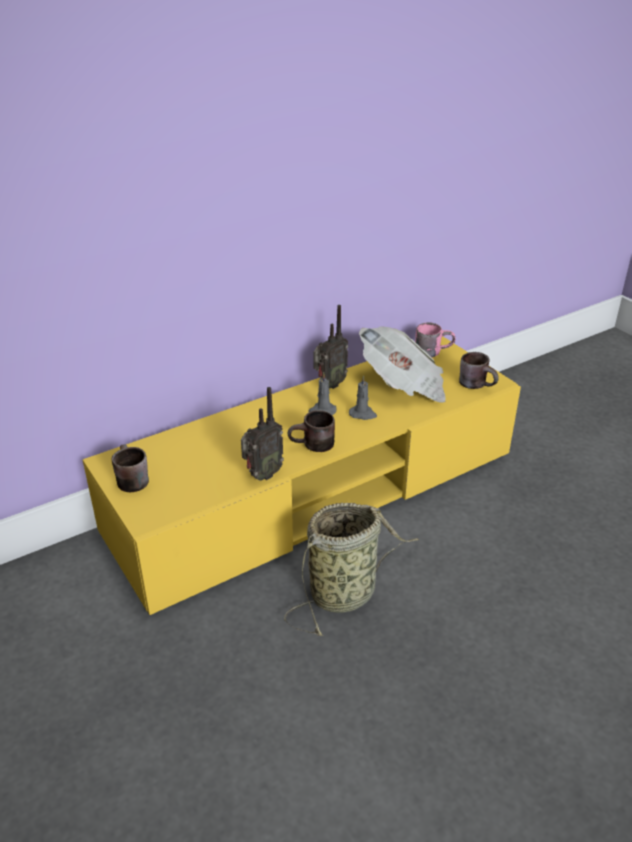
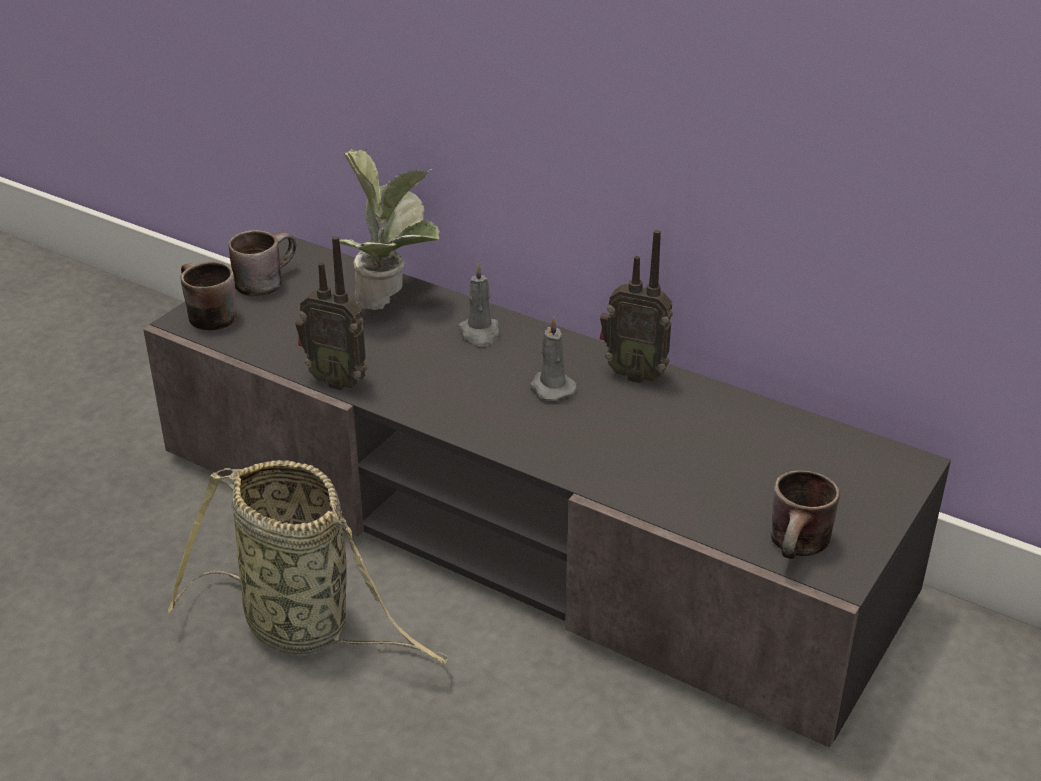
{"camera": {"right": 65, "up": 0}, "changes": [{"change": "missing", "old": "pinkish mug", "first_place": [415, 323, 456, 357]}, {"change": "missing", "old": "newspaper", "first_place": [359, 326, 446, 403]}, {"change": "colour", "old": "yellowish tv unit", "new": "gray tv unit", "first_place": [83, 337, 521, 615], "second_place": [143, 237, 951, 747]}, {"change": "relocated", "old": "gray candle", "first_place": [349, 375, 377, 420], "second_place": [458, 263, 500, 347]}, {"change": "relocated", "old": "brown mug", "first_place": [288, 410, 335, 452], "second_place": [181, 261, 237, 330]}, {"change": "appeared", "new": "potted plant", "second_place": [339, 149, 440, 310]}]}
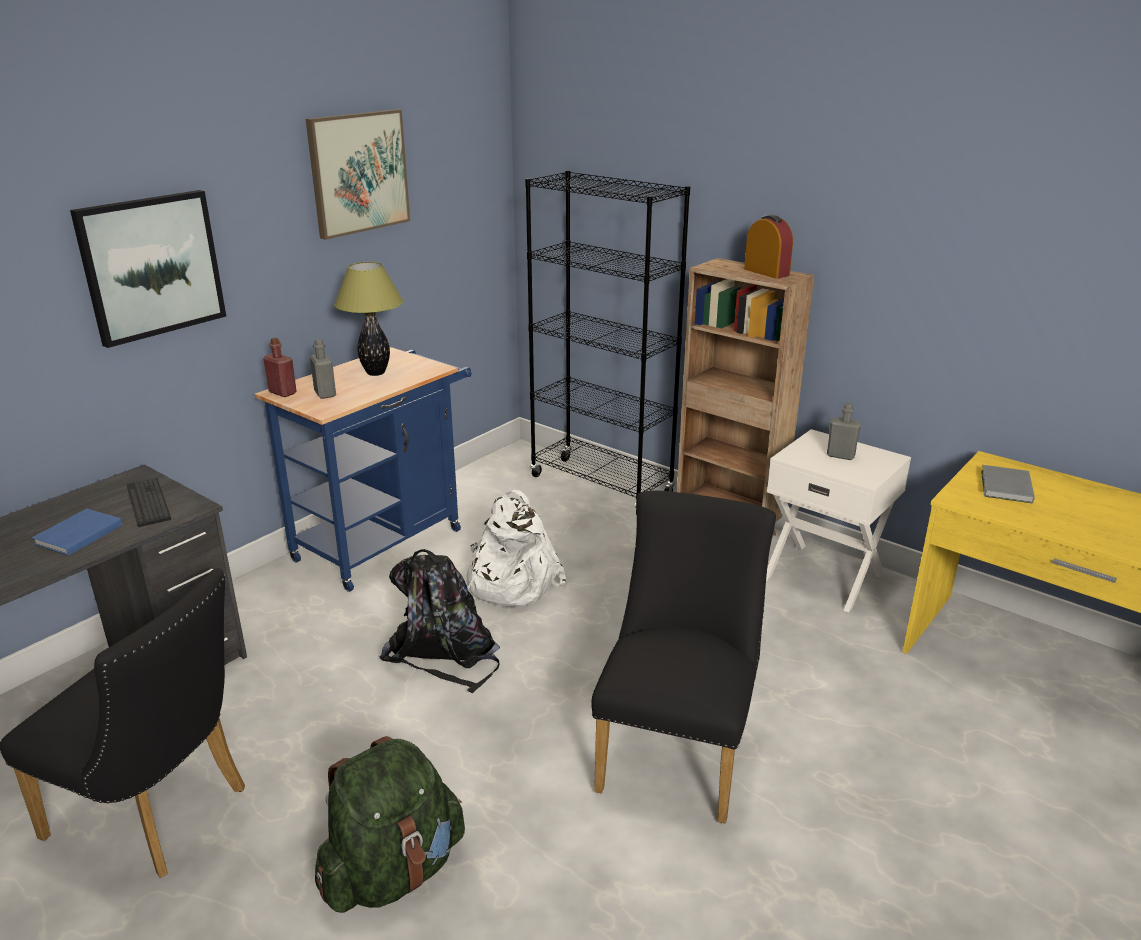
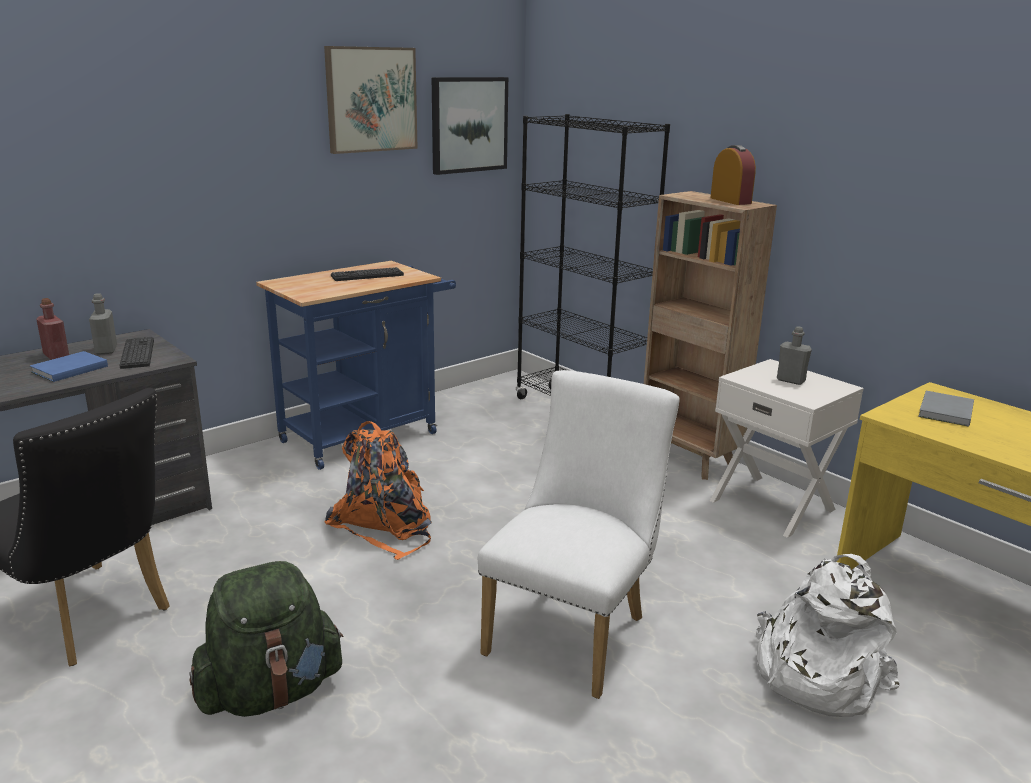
{"camera": {"right": 10, "up": -5}, "changes": [{"change": "relocated", "old": "wall art", "first_place": [70, 190, 226, 348], "second_place": [432, 77, 508, 175]}, {"change": "exchanged", "old": "lamp for a table", "new": "PC keyboard", "first_place": [334, 262, 403, 376], "second_place": [331, 267, 404, 281]}, {"change": "relocated", "old": "red-coloured beverage bottle", "first_place": [263, 338, 297, 397], "second_place": [36, 298, 69, 360]}, {"change": "relocated", "old": "gray beverage bottle", "first_place": [310, 339, 336, 399], "second_place": [89, 293, 117, 354]}, {"change": "relocated", "old": "white rucksack", "first_place": [467, 490, 566, 607], "second_place": [756, 554, 900, 717]}, {"change": "colour", "old": "blackish chair", "new": "white chair", "first_place": [591, 490, 776, 824], "second_place": [478, 370, 680, 699]}, {"change": "colour", "old": "blackish rucksack", "new": "orangey rucksack", "first_place": [380, 549, 500, 693], "second_place": [325, 421, 432, 560]}]}
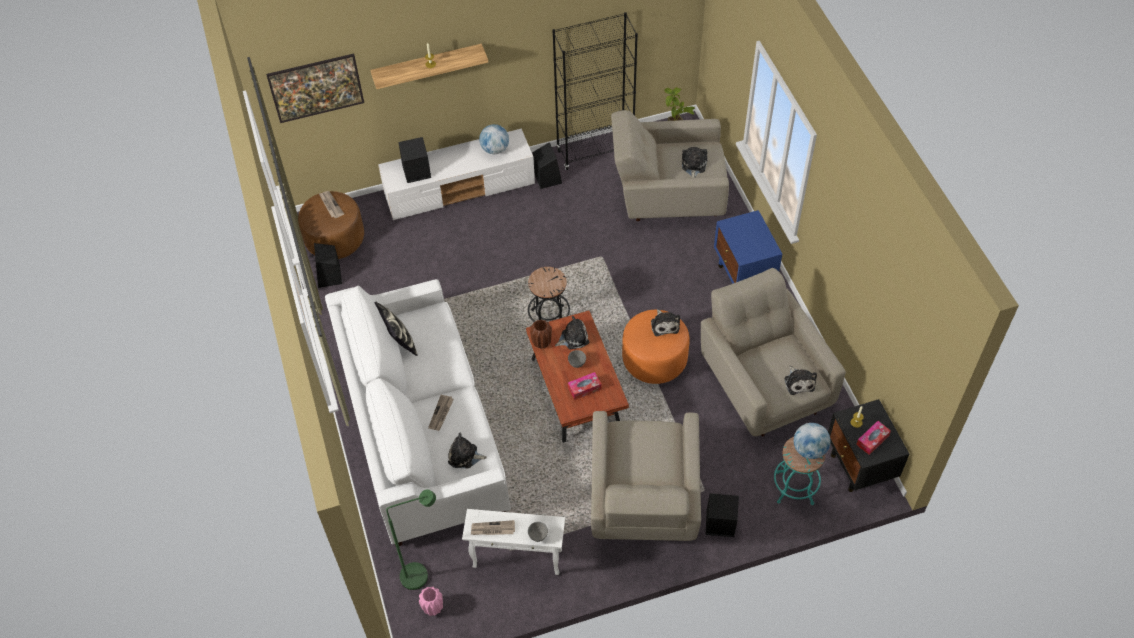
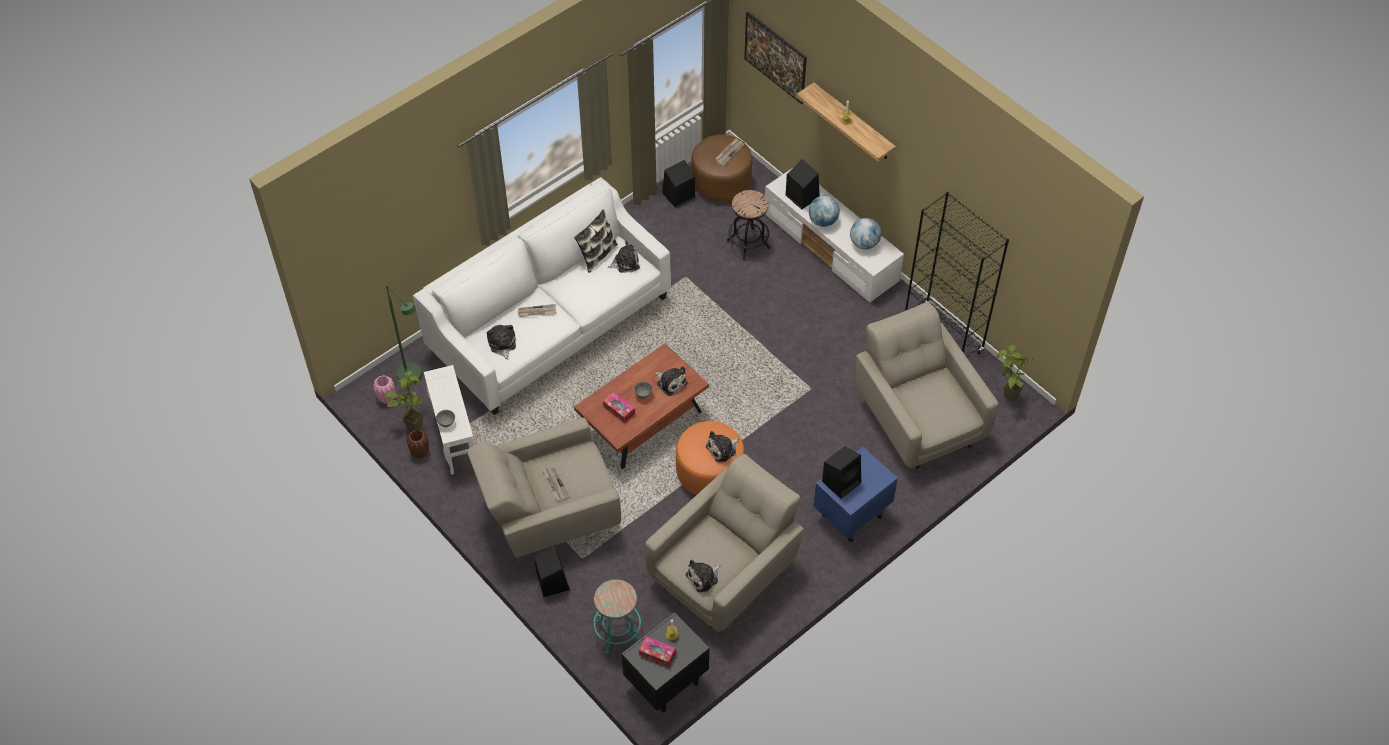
{"camera": {"right": 65, "up": 0}, "changes": [{"change": "relocated", "old": "blackish speaker", "first_place": [533, 142, 562, 189], "second_place": [822, 446, 861, 499]}, {"change": "relocated", "old": "plush toy", "first_place": [682, 147, 707, 178], "second_place": [608, 241, 640, 273]}, {"change": "relocated", "old": "blackish sitting stool", "first_place": [528, 267, 570, 322], "second_place": [727, 190, 770, 261]}, {"change": "relocated", "old": "brown decorative vase", "first_place": [530, 320, 552, 349], "second_place": [406, 430, 429, 458]}, {"change": "relocated", "old": "globe", "first_place": [794, 423, 830, 459], "second_place": [809, 196, 840, 227]}, {"change": "relocated", "old": "newspaper", "first_place": [471, 520, 515, 535], "second_place": [542, 466, 570, 501]}, {"change": "appeared", "new": "potted plant", "second_place": [383, 371, 423, 431]}]}
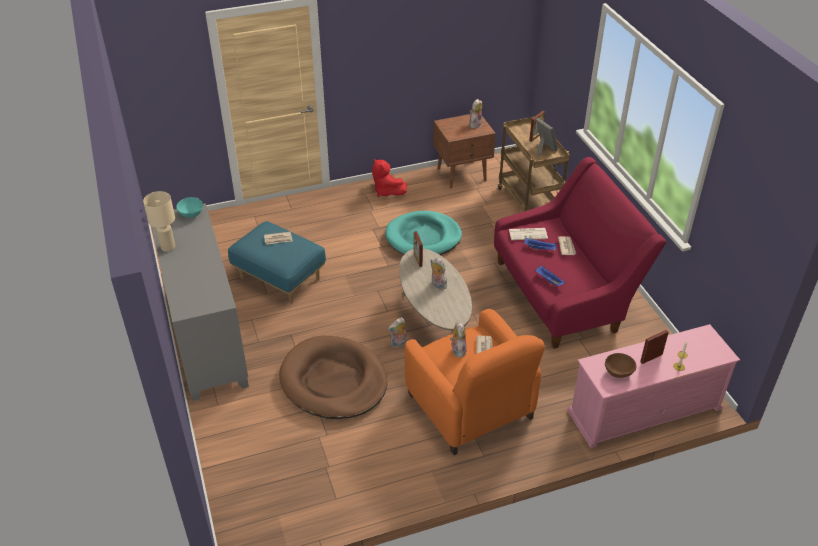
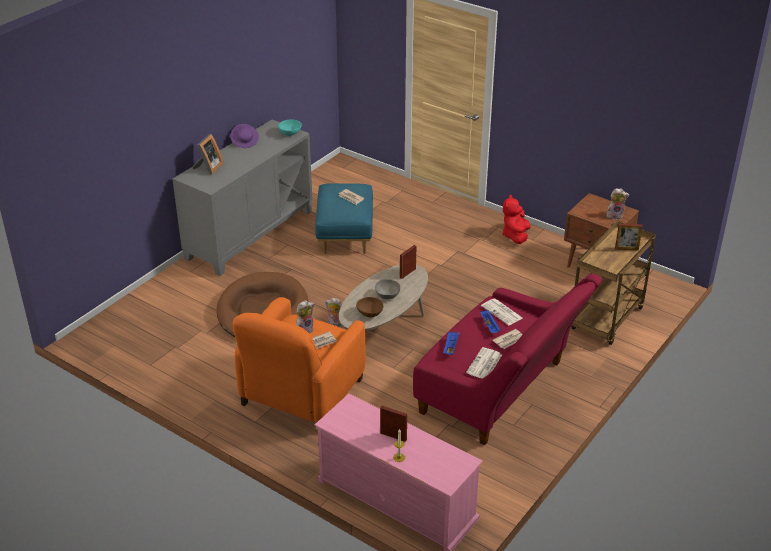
{"camera": {"right": 55, "up": -5}, "changes": [{"change": "relocated", "old": "photo frame", "first_place": [536, 118, 558, 157], "second_place": [193, 134, 224, 175]}, {"change": "exchanged", "old": "sand-coloured lamp for a table", "new": "purple clothing hat", "first_place": [143, 191, 175, 252], "second_place": [230, 124, 259, 148]}, {"change": "missing", "old": "blue-green pet bed", "first_place": [385, 211, 462, 255]}, {"change": "exchanged", "old": "plush toy", "new": "gray serving bowl", "first_place": [430, 258, 447, 290], "second_place": [375, 279, 401, 299]}, {"change": "relocated", "old": "brown serving bowl", "first_place": [605, 353, 636, 378], "second_place": [356, 297, 383, 317]}, {"change": "appeared", "new": "newspaper", "second_place": [466, 347, 502, 379]}]}
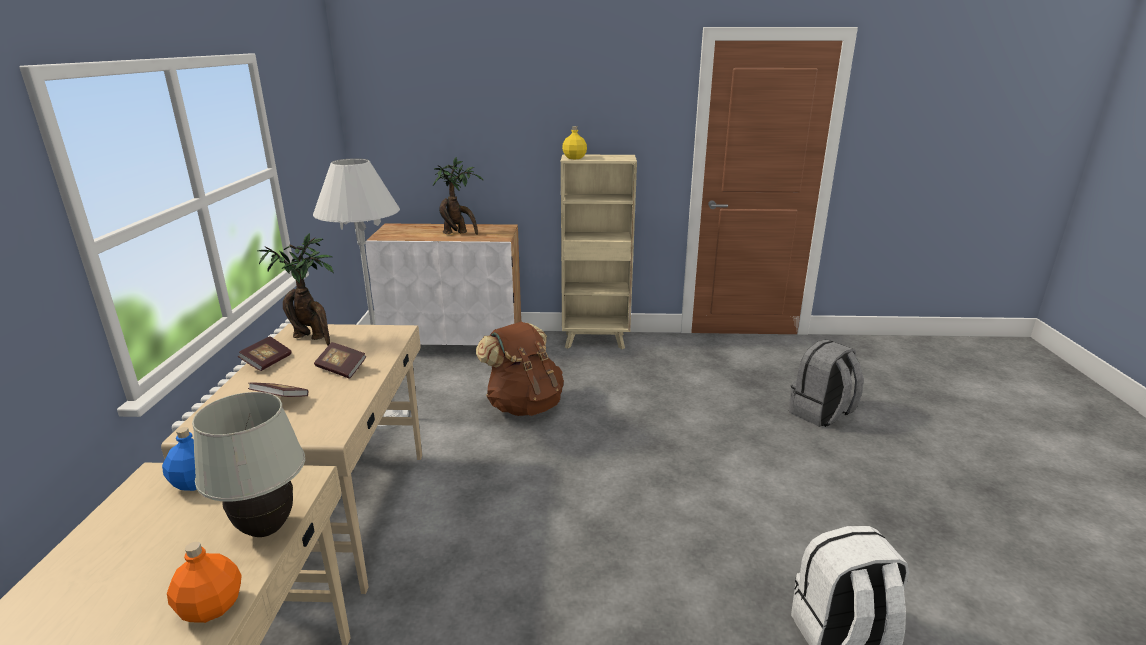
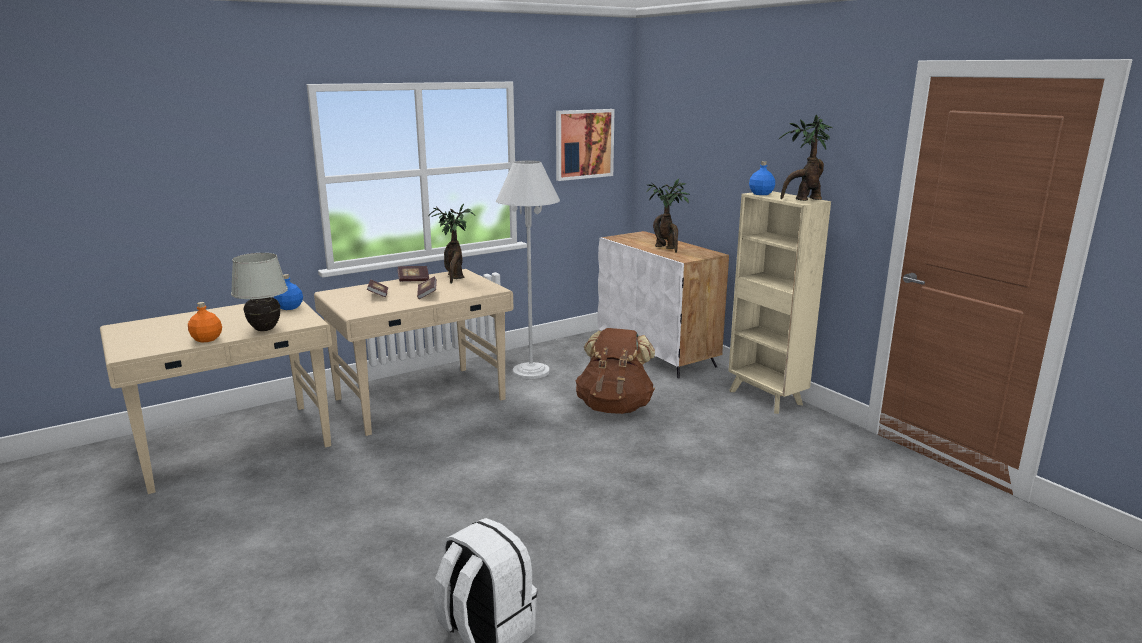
{"camera": {"right": 55, "up": -5}, "changes": [{"change": "colour", "old": "yellowish beverage bottle", "new": "bluish beverage bottle", "first_place": [562, 126, 587, 159], "second_place": [749, 161, 775, 195]}, {"change": "missing", "old": "gray rucksack", "first_place": [789, 339, 863, 427]}, {"change": "appeared", "new": "wall art", "second_place": [556, 109, 615, 181]}, {"change": "appeared", "new": "potted plant", "second_place": [779, 114, 832, 201]}]}
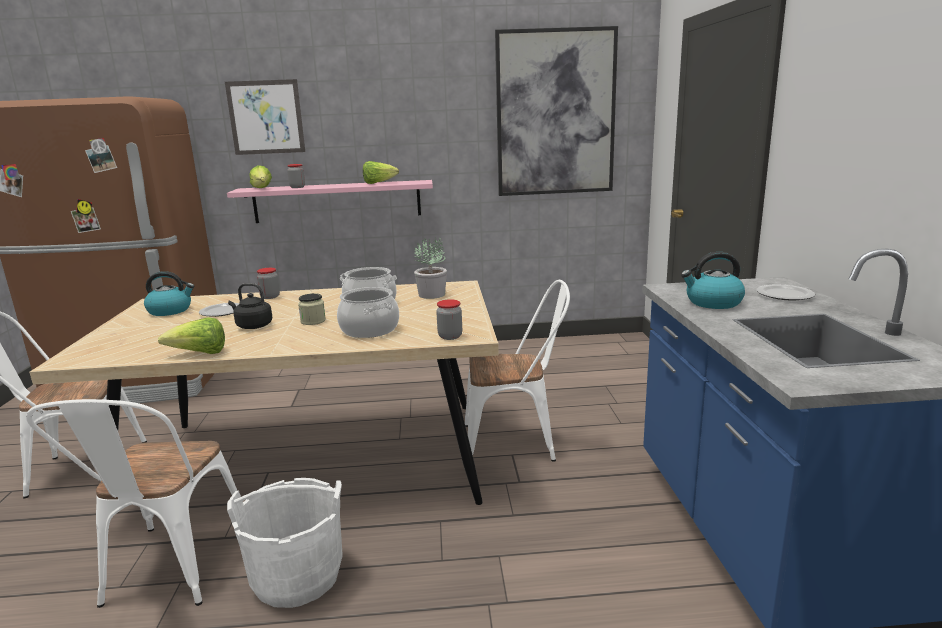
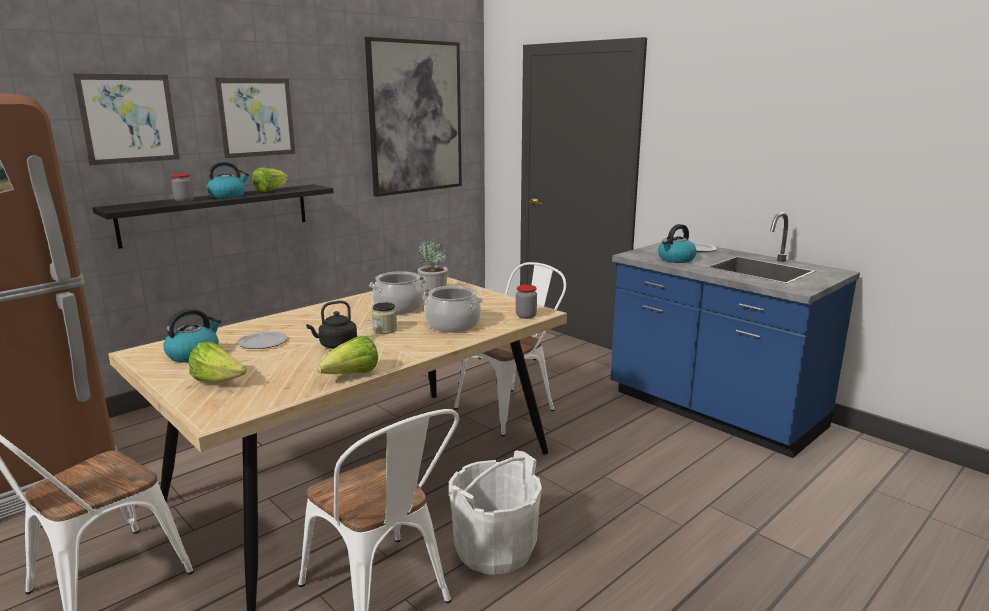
{"camera": {"right": -40, "up": 0}, "changes": [{"change": "relocated", "old": "lettuce head", "first_place": [249, 165, 272, 188], "second_place": [189, 342, 247, 382]}, {"change": "colour", "old": "pinkish wall shelf", "new": "blackish wall shelf", "first_place": [227, 180, 433, 223], "second_place": [93, 184, 334, 249]}, {"change": "missing", "old": "storage jar", "first_place": [257, 268, 280, 299]}, {"change": "appeared", "new": "wall art", "second_place": [215, 78, 295, 158]}, {"change": "appeared", "new": "kettle", "second_place": [207, 162, 249, 198]}]}
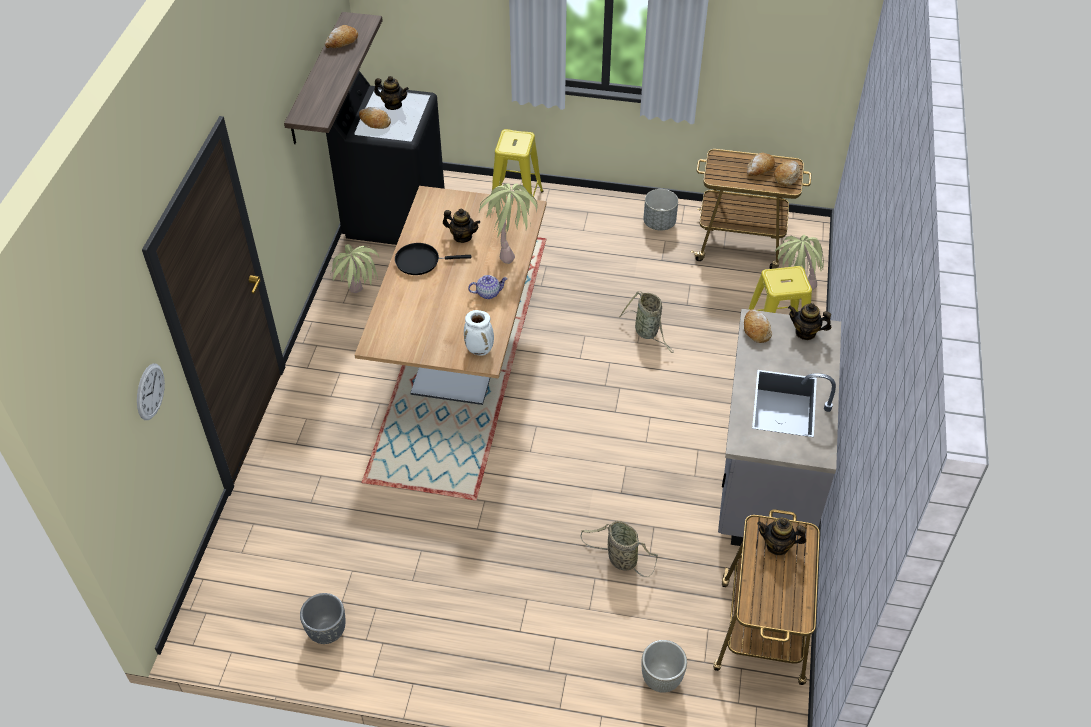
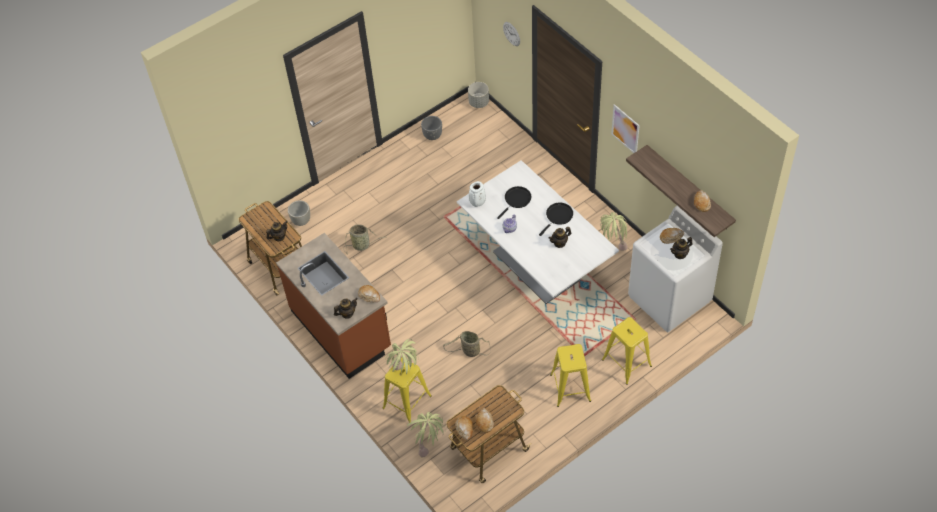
{"camera": {"right": 135, "up": 5}, "changes": [{"change": "colour", "old": "blackish laundry machine", "new": "white laundry machine", "first_place": [326, 71, 445, 245], "second_place": [628, 206, 723, 332]}, {"change": "relocated", "old": "potted plant", "first_place": [479, 183, 538, 264], "second_place": [385, 339, 419, 374]}, {"change": "colour", "old": "brown kitchen table", "new": "white kitchen table", "first_place": [355, 186, 546, 405], "second_place": [457, 160, 619, 304]}, {"change": "relocated", "old": "gray planter", "first_place": [643, 189, 678, 231], "second_place": [468, 82, 489, 108]}, {"change": "colour", "old": "gray counter", "new": "brown counter", "first_place": [718, 309, 841, 555], "second_place": [276, 233, 391, 379]}, {"change": "appeared", "new": "wall art", "second_place": [612, 104, 640, 153]}, {"change": "appeared", "new": "blackish skillet", "second_place": [497, 186, 531, 219]}, {"change": "appeared", "new": "yellowish sitting stool", "second_place": [550, 344, 591, 407]}]}
